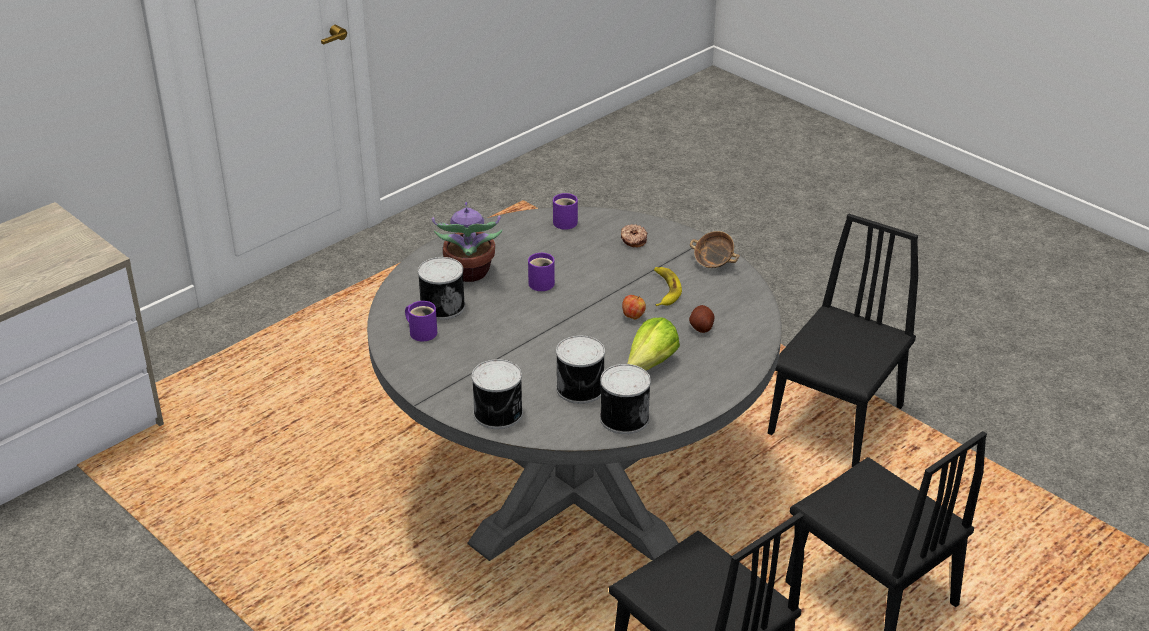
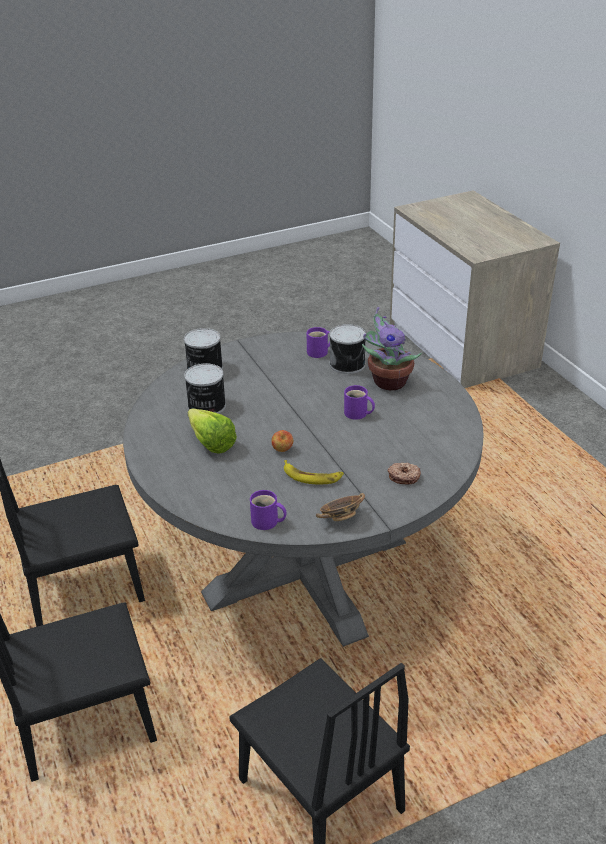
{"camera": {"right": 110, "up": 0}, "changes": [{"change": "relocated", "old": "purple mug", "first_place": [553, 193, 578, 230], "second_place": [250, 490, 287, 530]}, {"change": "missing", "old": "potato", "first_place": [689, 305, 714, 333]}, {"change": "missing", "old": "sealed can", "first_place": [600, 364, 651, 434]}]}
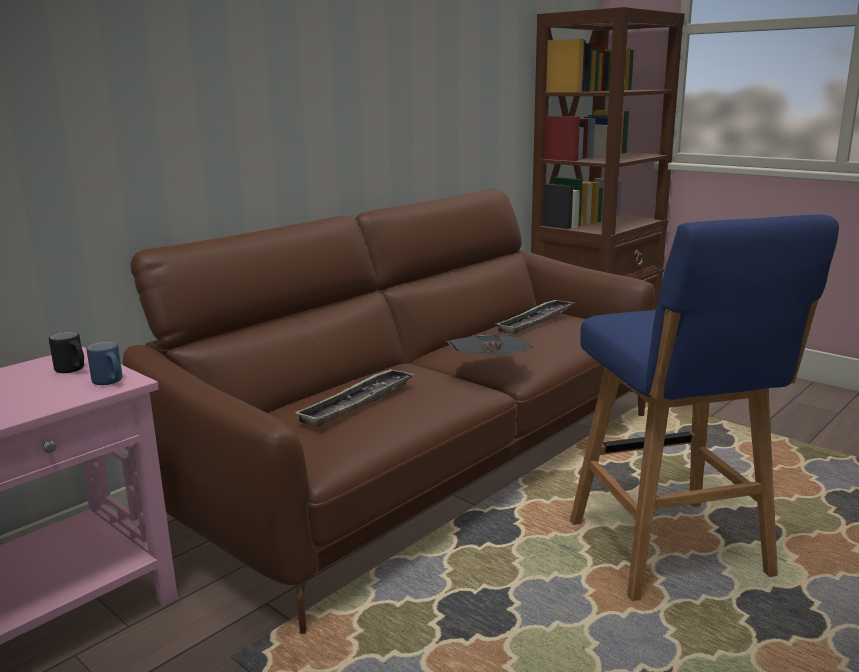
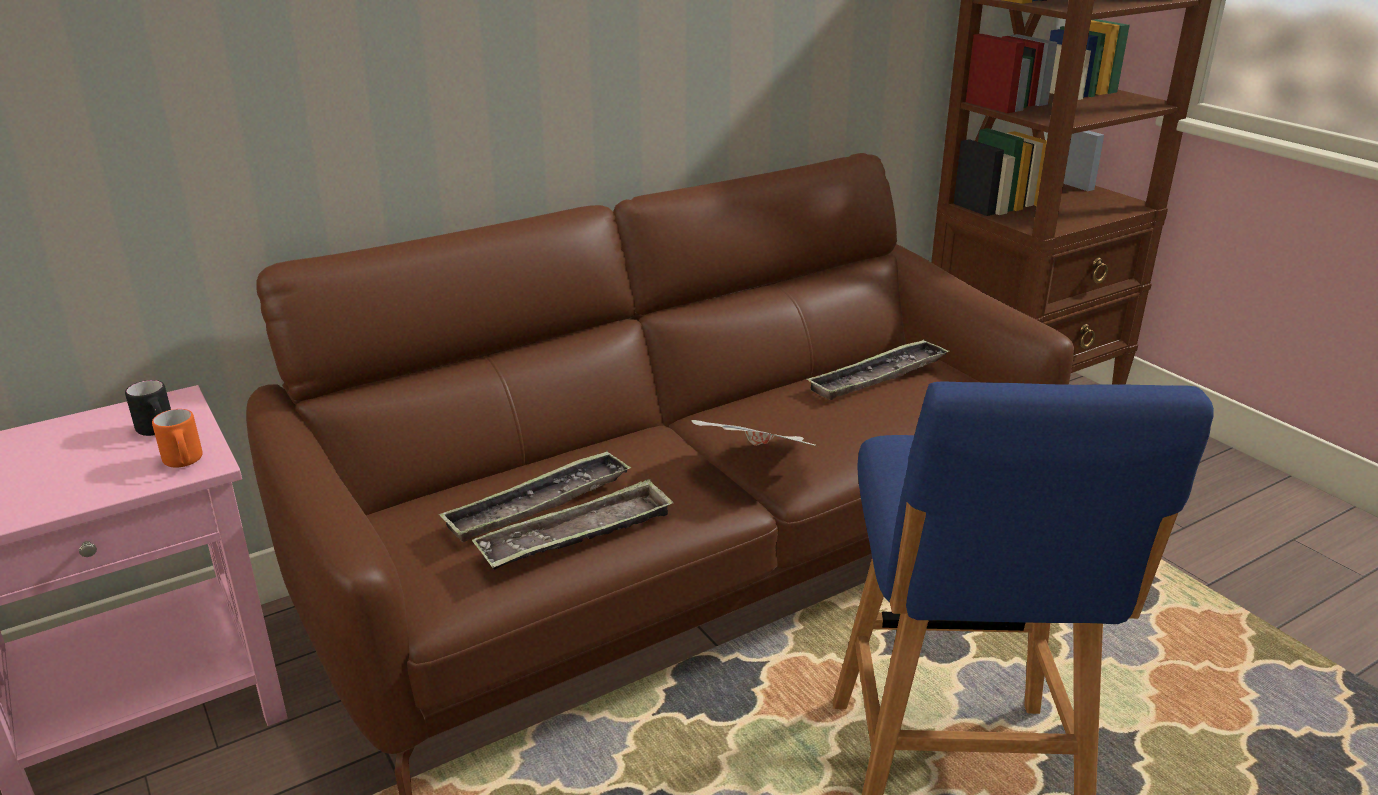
{"camera": {"right": 15, "up": 10}, "changes": [{"change": "colour", "old": "bluish mug", "new": "orangey mug", "first_place": [87, 342, 122, 385], "second_place": [152, 409, 203, 468]}, {"change": "appeared", "new": "carrying tray", "second_place": [472, 479, 673, 570]}]}
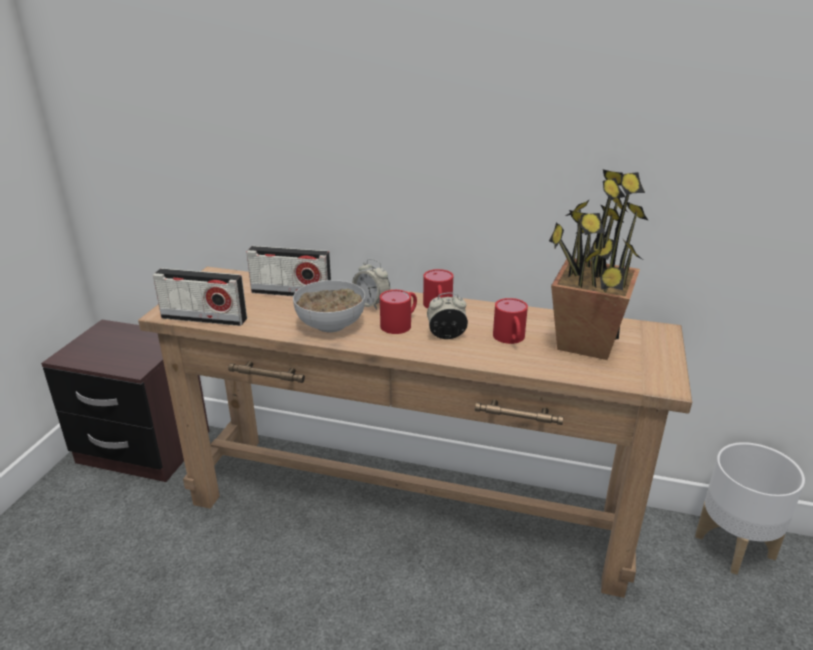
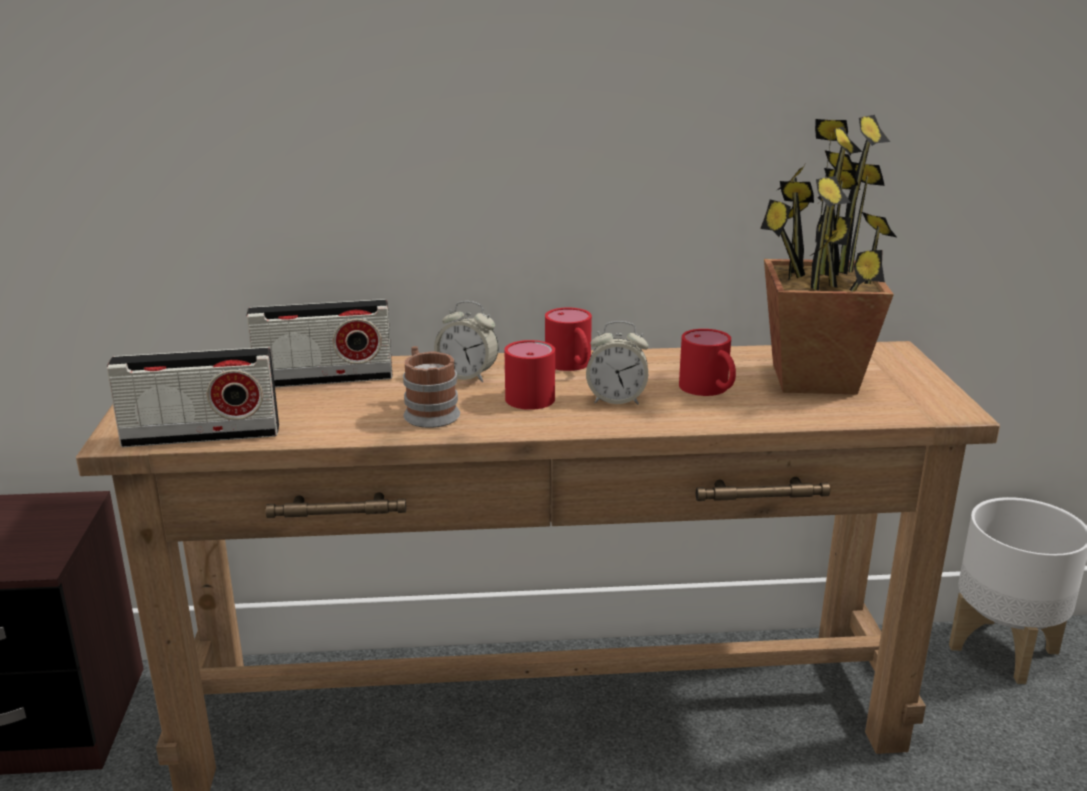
{"camera": {"right": -20, "up": -5}, "changes": [{"change": "exchanged", "old": "serving bowl", "new": "mug", "first_place": [293, 280, 365, 332], "second_place": [403, 346, 460, 428]}, {"change": "spun", "old": "bedside clock", "first_place": [427, 293, 468, 339], "second_place": [586, 321, 648, 405], "degrees": -150}]}
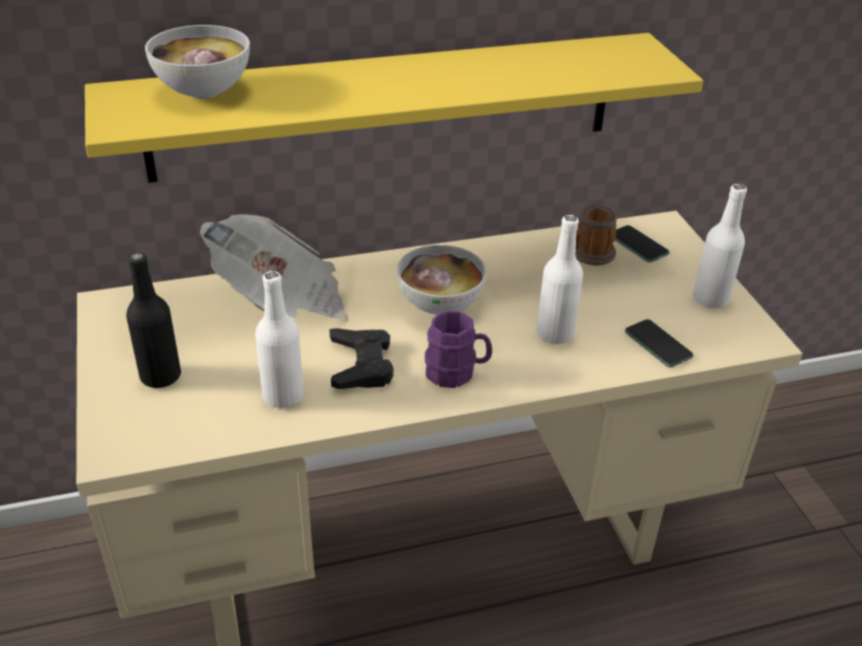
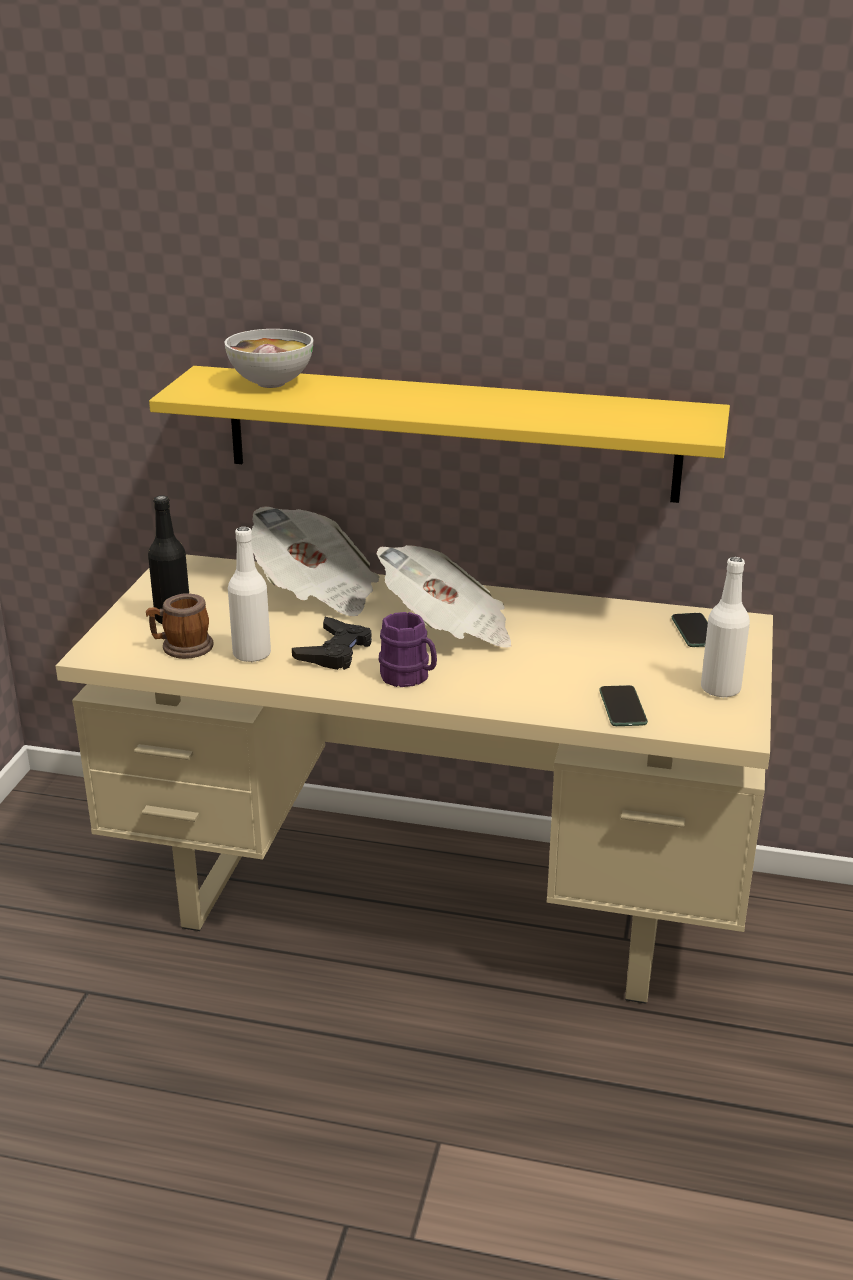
{"camera": {"right": 30, "up": -10}, "changes": [{"change": "relocated", "old": "mug", "first_place": [576, 205, 617, 265], "second_place": [146, 593, 214, 659]}, {"change": "missing", "old": "white beverage bottle", "first_place": [537, 215, 583, 344]}, {"change": "exchanged", "old": "serving bowl", "new": "newspaper", "first_place": [397, 245, 487, 315], "second_place": [377, 545, 512, 648]}]}
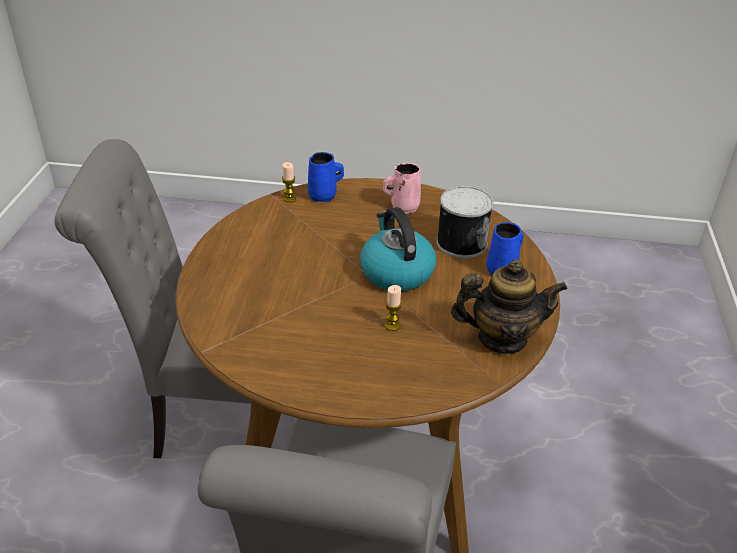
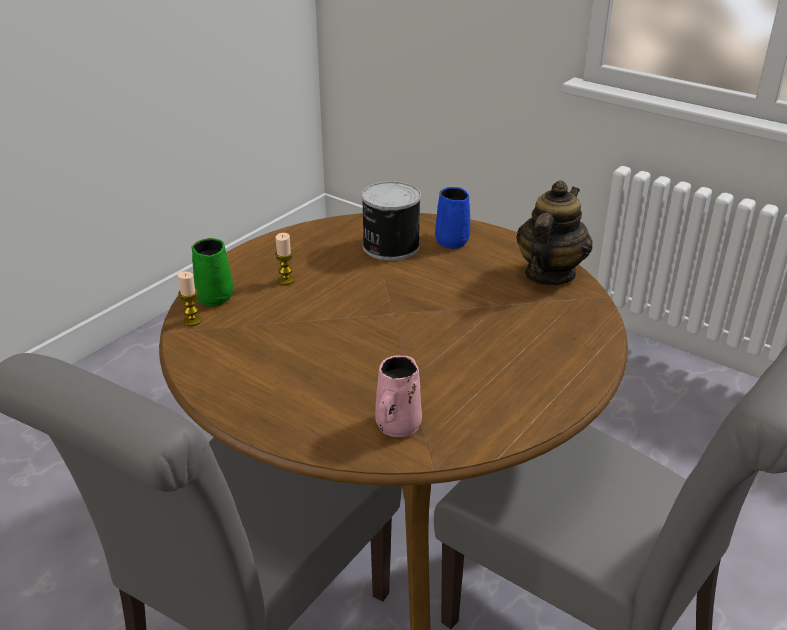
{"camera": {"right": -60, "up": -5}, "changes": [{"change": "colour", "old": "bluish mug", "new": "green-coloured mug", "first_place": [308, 152, 344, 202], "second_place": [192, 238, 233, 307]}, {"change": "relocated", "old": "pinkish mug", "first_place": [383, 163, 421, 214], "second_place": [375, 356, 422, 437]}, {"change": "missing", "old": "kettle", "first_place": [360, 207, 436, 291]}, {"change": "relocated", "old": "candle", "first_place": [385, 285, 402, 331], "second_place": [275, 233, 295, 285]}]}
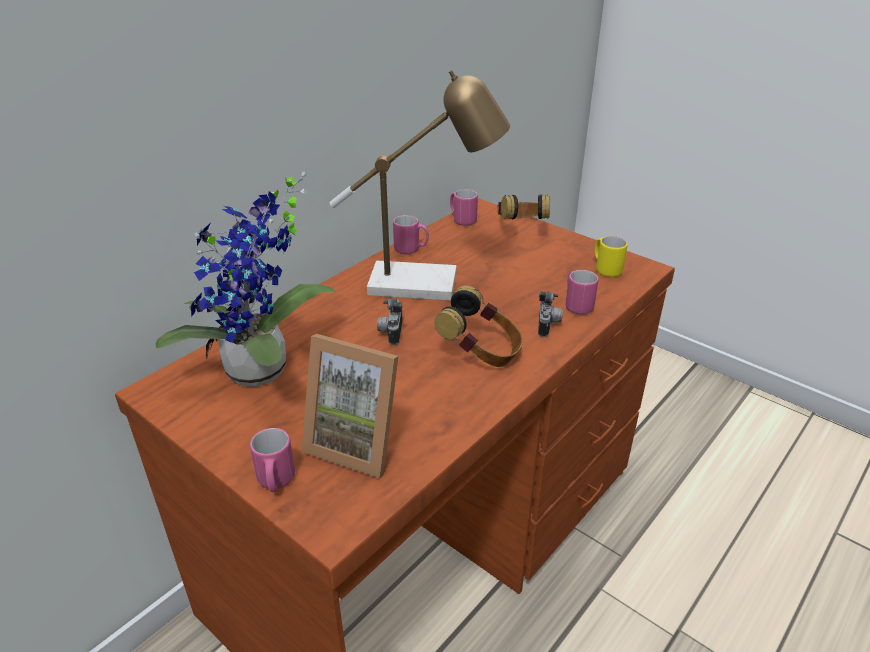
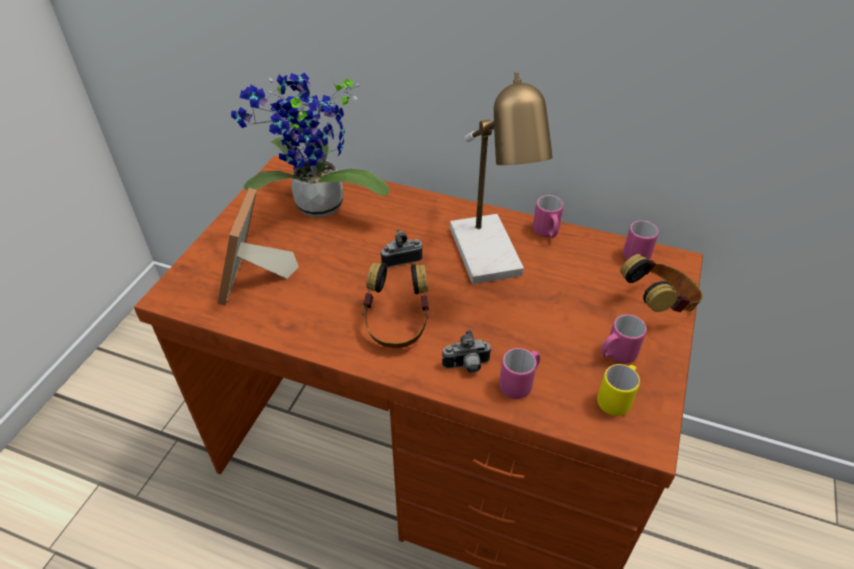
{"camera": {"right": 70, "up": 10}, "changes": [{"change": "relocated", "old": "pinkish mug", "first_place": [250, 428, 295, 492], "second_place": [601, 314, 647, 363]}]}
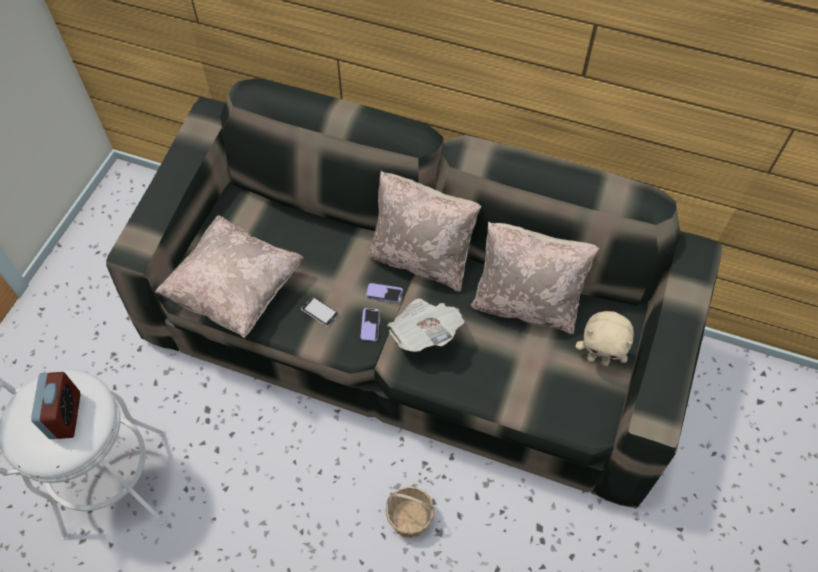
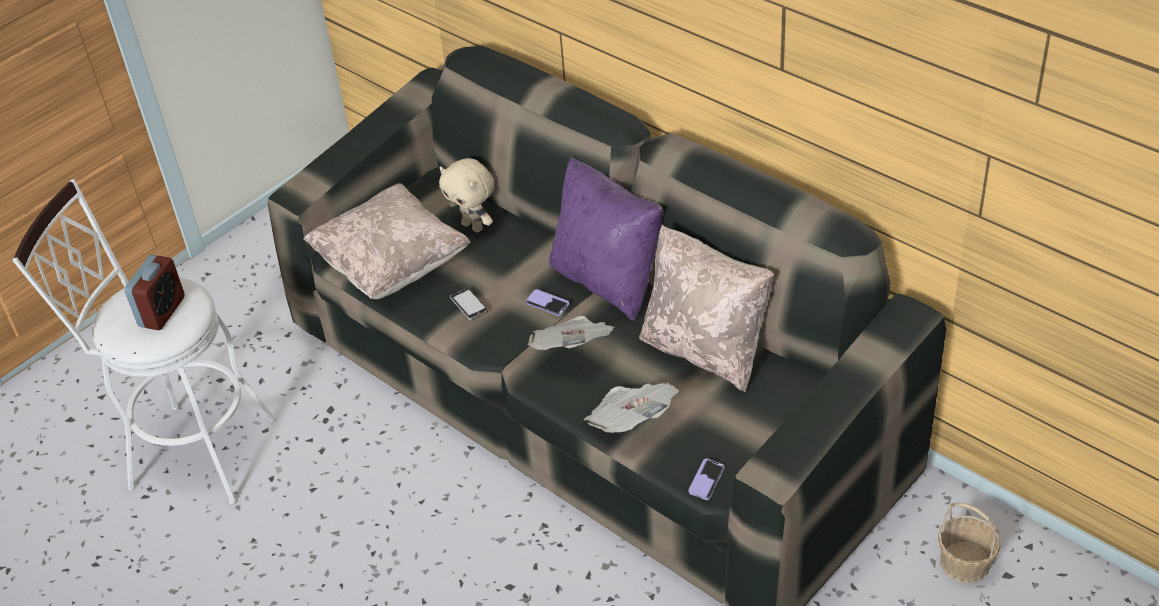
{"camera": {"right": 25, "up": -15}, "changes": [{"change": "colour", "old": "sand-coloured cushion", "new": "purple cushion", "first_place": [368, 171, 481, 292], "second_place": [549, 157, 663, 321]}, {"change": "relocated", "old": "phone", "first_place": [360, 308, 380, 341], "second_place": [688, 459, 725, 500]}, {"change": "relocated", "old": "sand-coloured plush toy", "first_place": [576, 311, 634, 366], "second_place": [439, 158, 494, 232]}, {"change": "relocated", "old": "basket", "first_place": [386, 486, 434, 538], "second_place": [938, 502, 1001, 583]}, {"change": "appeared", "new": "newspaper", "second_place": [583, 383, 679, 433]}]}
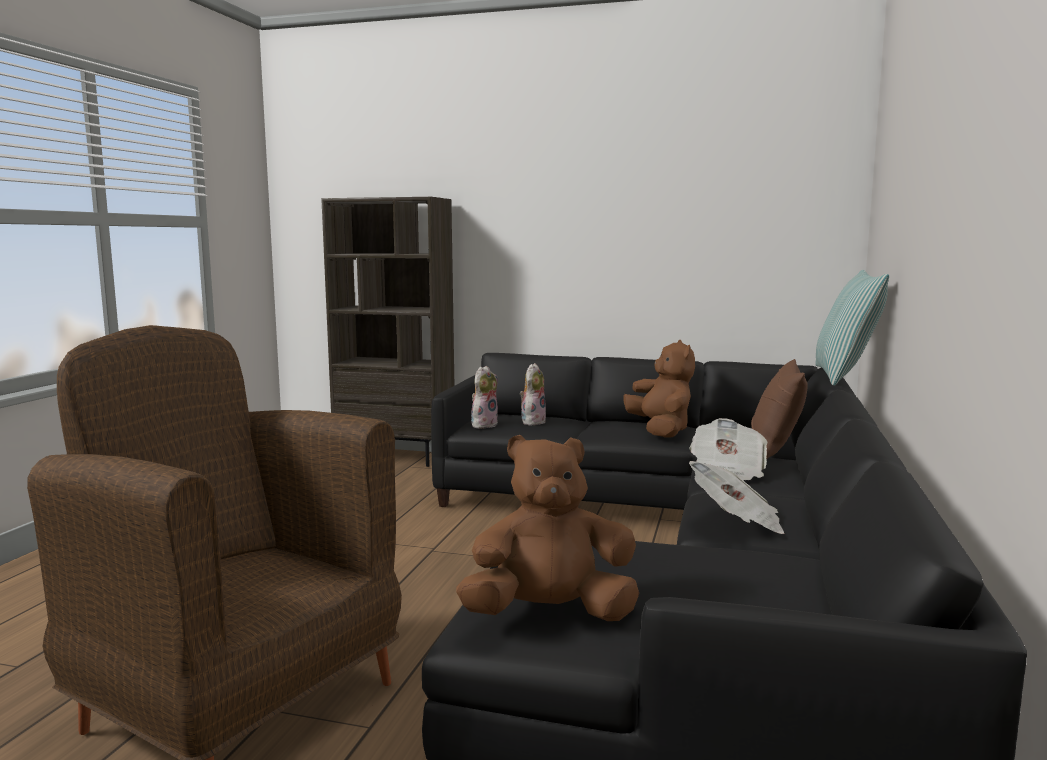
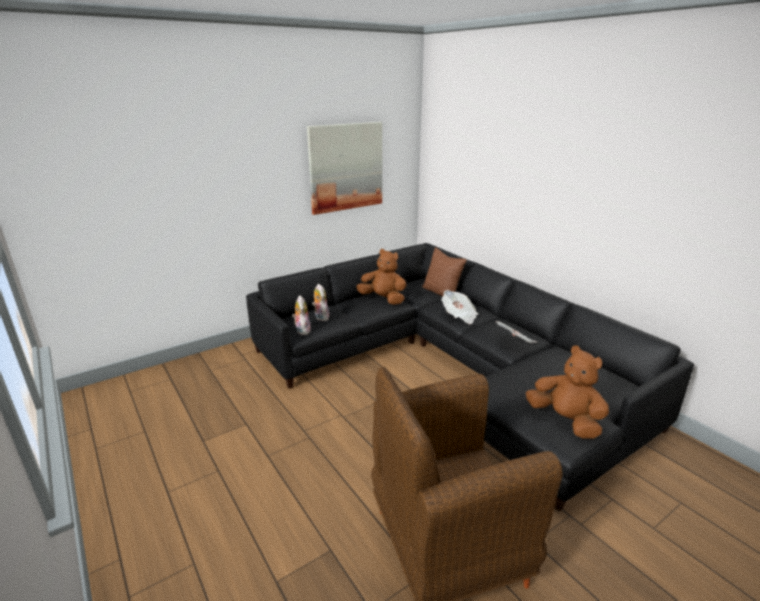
{"camera": {"right": -50, "up": 15}, "changes": [{"change": "missing", "old": "brown bookcase", "first_place": [321, 197, 454, 467]}, {"change": "missing", "old": "cushion", "first_place": [815, 270, 889, 386]}, {"change": "spun", "old": "brown plush toy", "first_place": [456, 435, 639, 621], "second_place": [526, 345, 609, 439], "degrees": 105}, {"change": "appeared", "new": "wall art", "second_place": [307, 122, 382, 215]}]}
